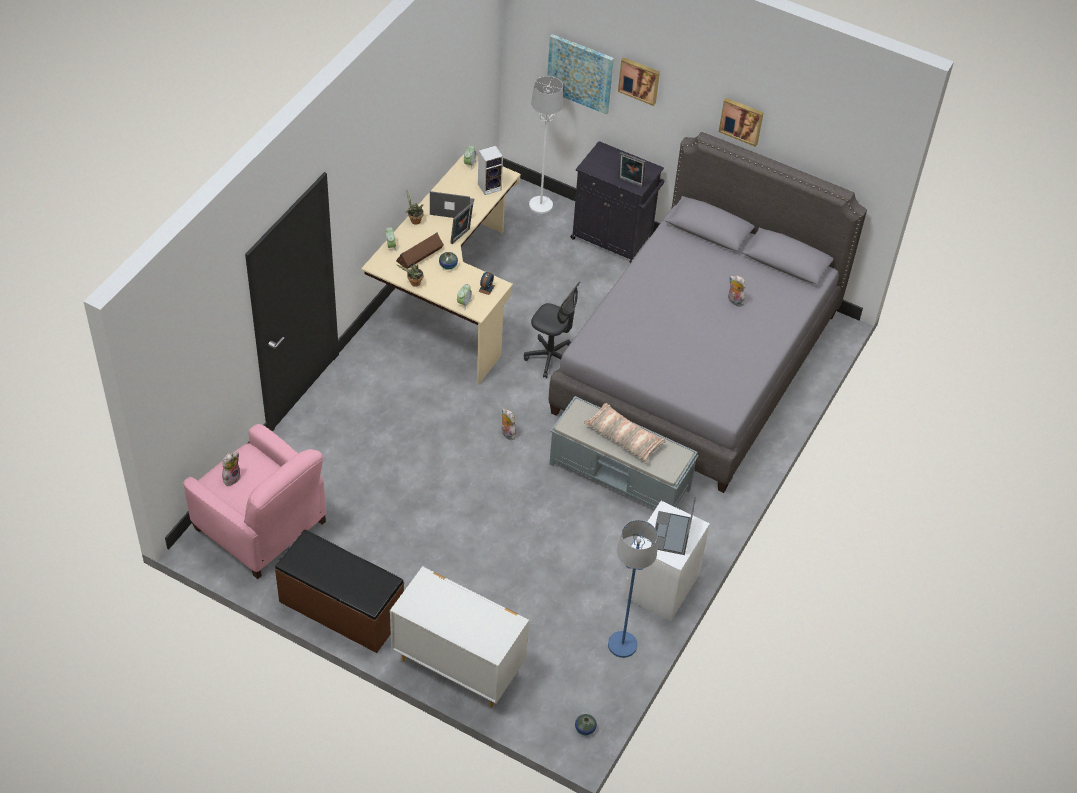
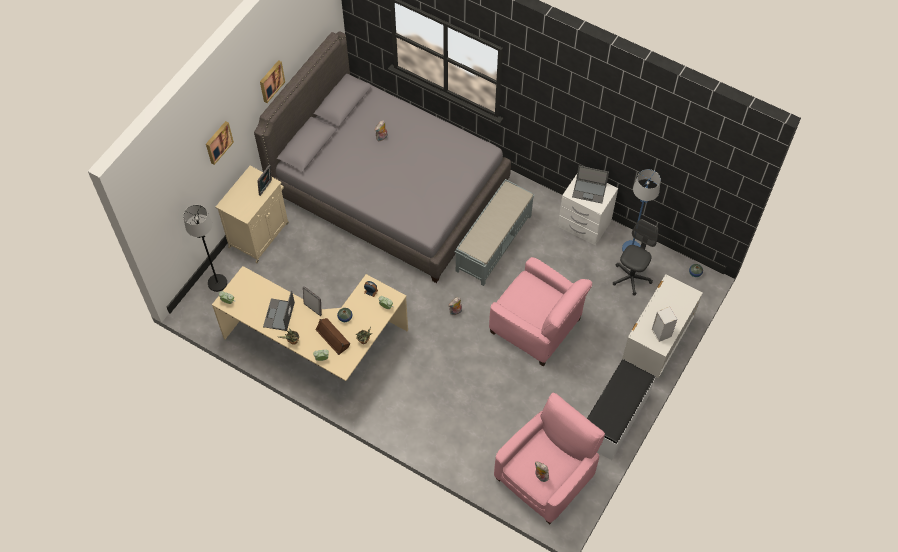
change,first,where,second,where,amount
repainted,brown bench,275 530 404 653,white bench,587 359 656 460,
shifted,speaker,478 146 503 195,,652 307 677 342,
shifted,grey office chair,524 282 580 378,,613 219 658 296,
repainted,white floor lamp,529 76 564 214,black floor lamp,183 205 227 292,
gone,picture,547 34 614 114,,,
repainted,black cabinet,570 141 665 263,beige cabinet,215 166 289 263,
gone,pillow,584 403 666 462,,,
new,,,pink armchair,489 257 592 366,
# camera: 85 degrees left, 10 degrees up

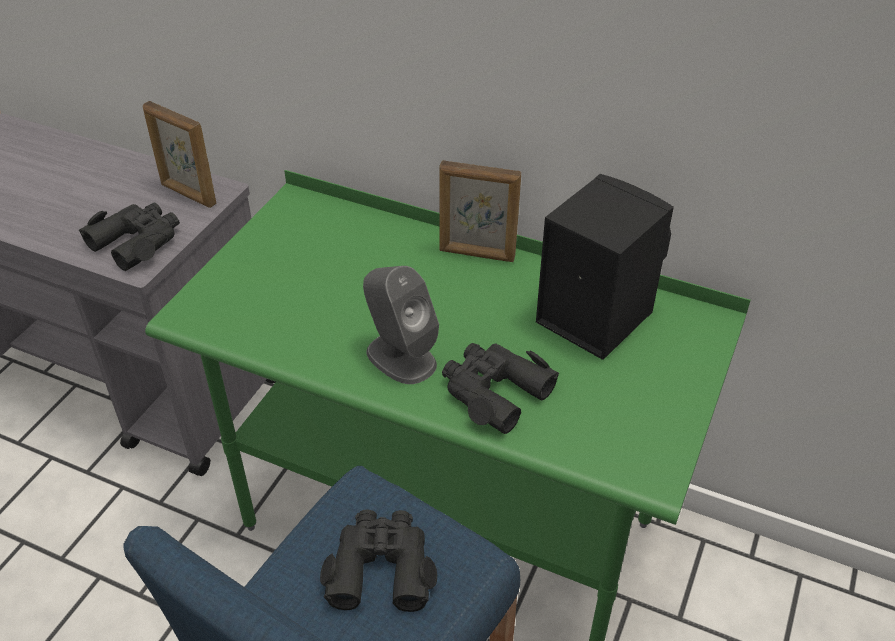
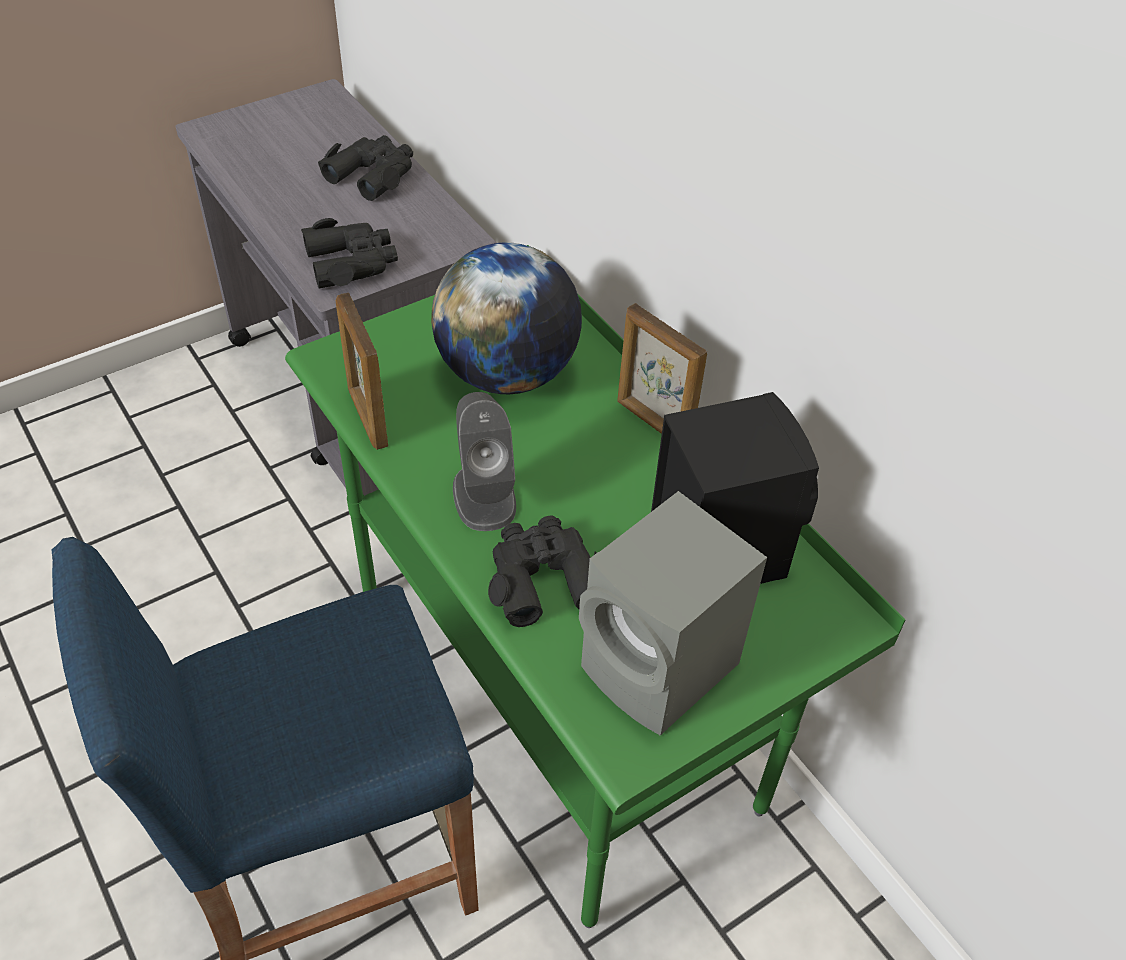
change,first,where,second,where,amount
shifted,picture frame,143 101 216 208,,336 293 388 450,
shifted,black binoculars,320 509 437 612,,318 135 413 201,
new,,,globe,431 242 582 394,
new,,,grey speaker,579 491 767 736,
# camera: 30 degrees right, 5 degrees up

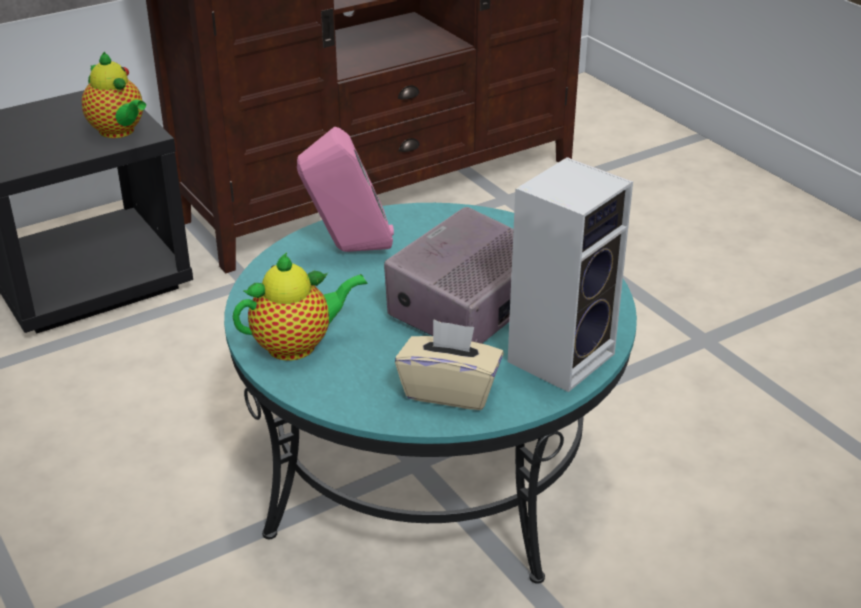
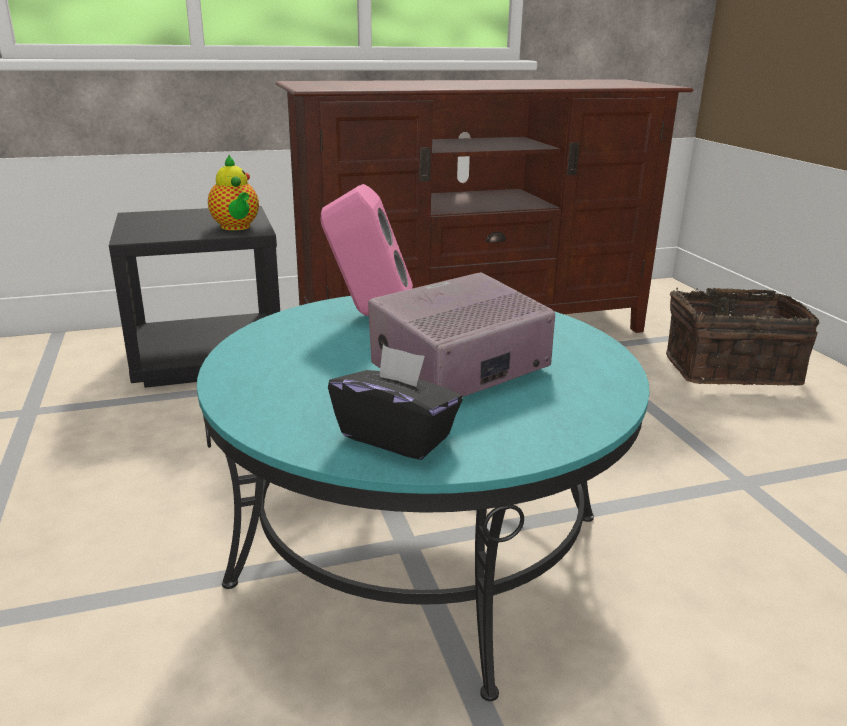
change,first,where,second,where,amount
gone,teapot,233 253 368 361,,,
repainted,beige tissue box,395 319 504 410,black tissue box,328 345 463 460,
gone,speaker,508 157 633 392,,,
new,,,basket,666 288 820 386,
# camera: 15 degrees right, 10 degrees down

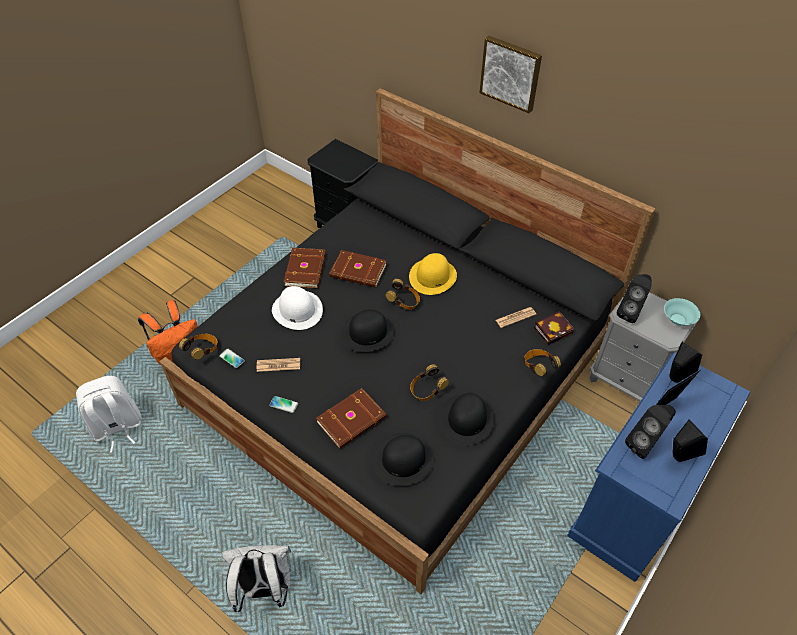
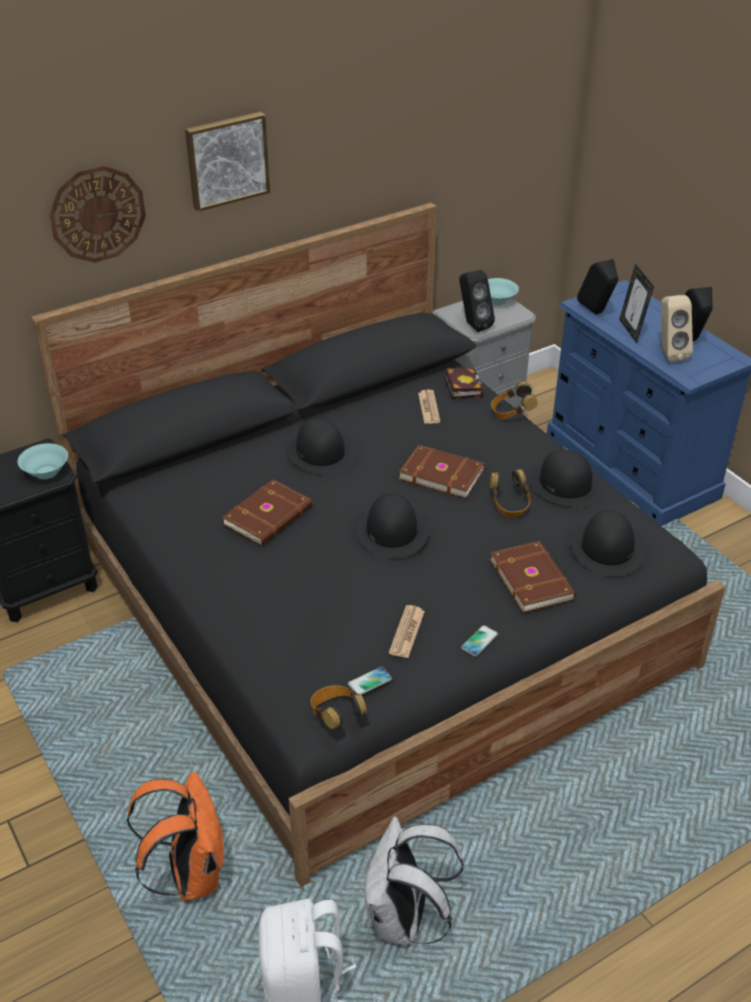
change,first,where,second,where,amount
shifted,white backpack,222 545 291 612,,364 817 464 945,
gone,white hat,272 286 323 330,,,
shifted,brown book,284 248 326 288,,399 445 485 498,
gone,headphones,386 279 420 310,,,
repainted,yellow hat,409 253 457 295,black hat,286 419 356 475,
repainted,black speaker,625 405 676 459,beige speaker,661 295 693 362,
new,,,turquoise bowl,18 443 68 479,
new,,,wall clock,49 166 146 263,
# camera: 70 degrees left, 10 degrees down

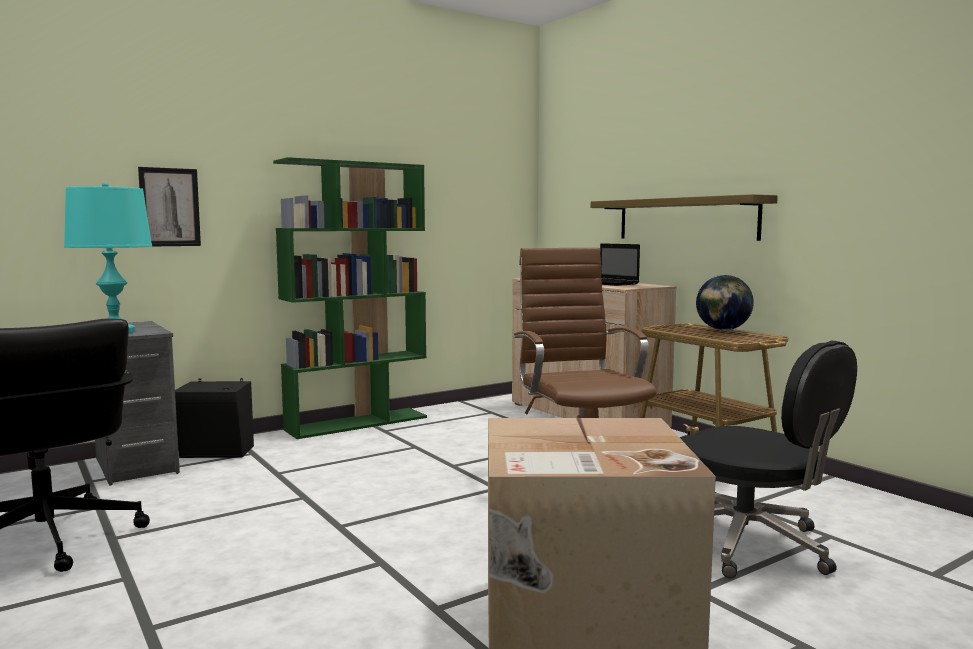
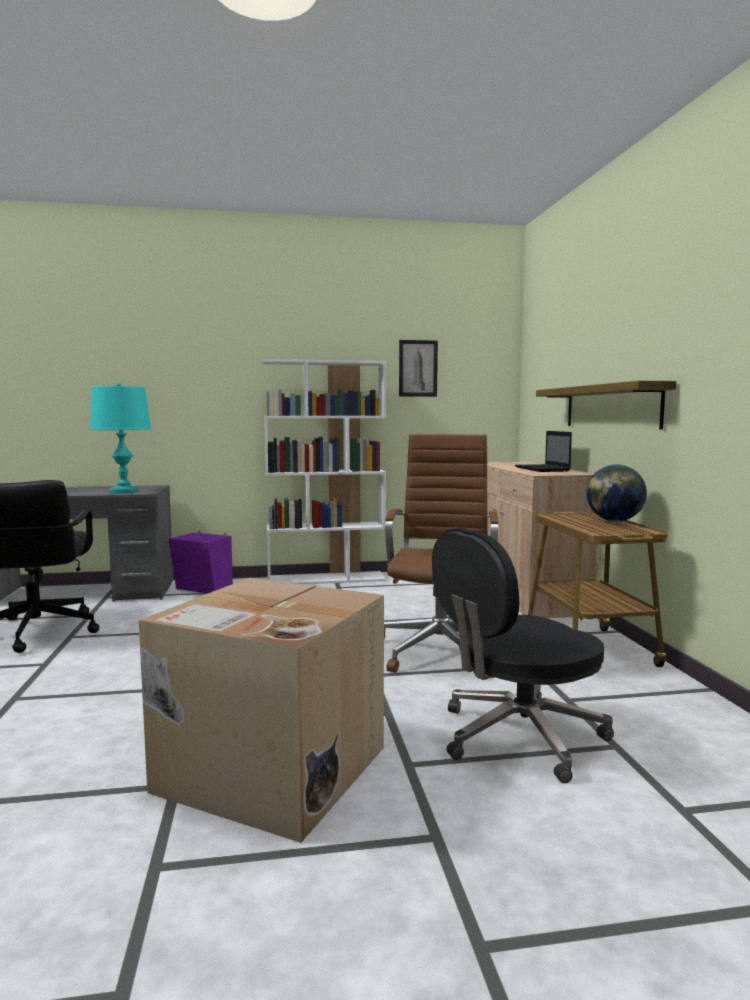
change,first,where,second,where,amount
shifted,picture,138 167 201 246,,399 340 438 397,
repainted,black speaker,175 378 254 458,purple speaker,169 531 233 593,
repainted,green bookcase,273 157 427 439,white bookcase,263 359 386 584,
rotated,black office chair,680 341 857 578,,432 528 614 783,75 degrees clockwise
# camera: 25 degrees right, 0 degrees up

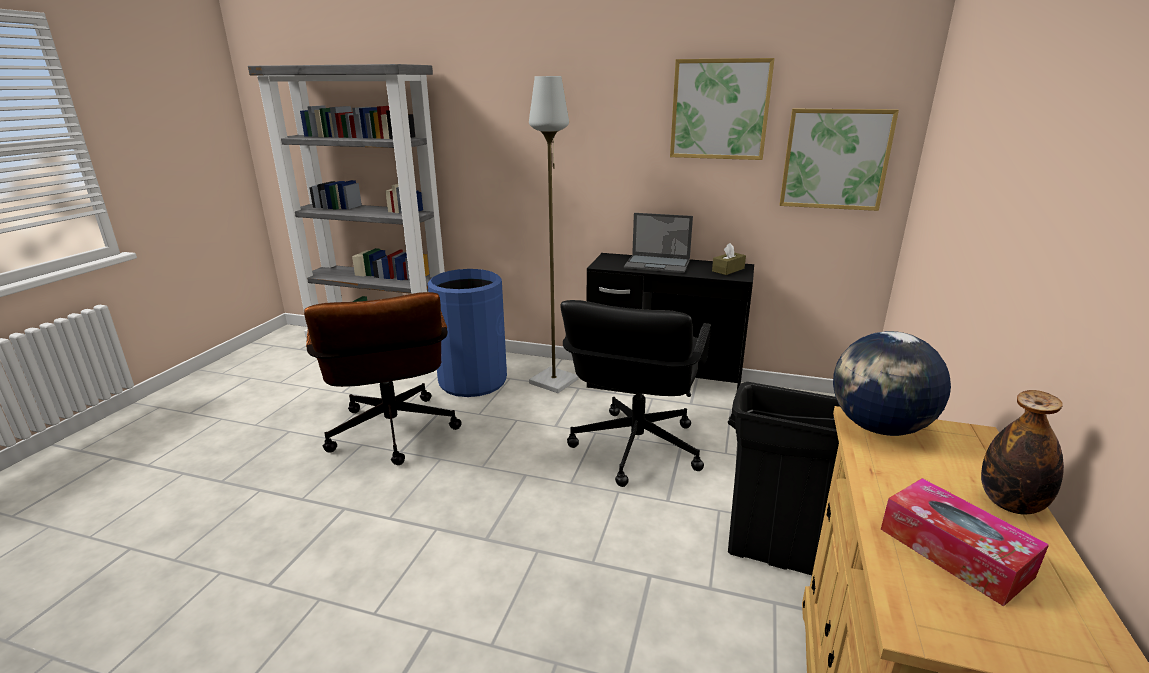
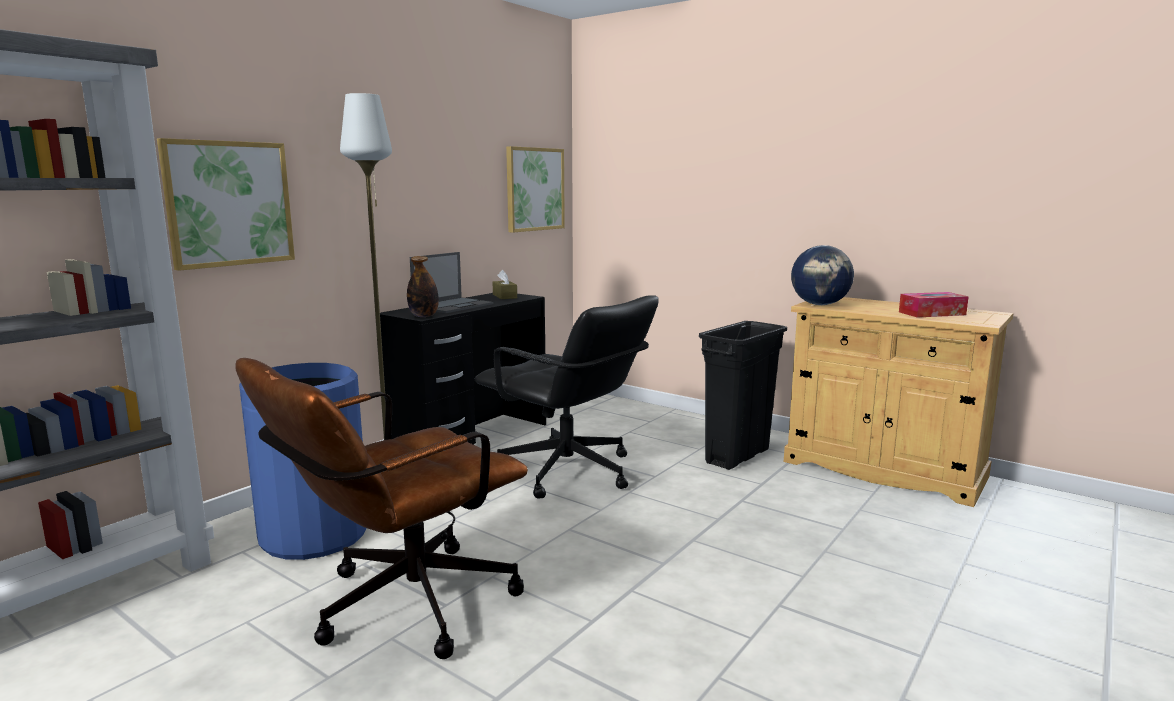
change,first,where,second,where,amount
rotated,brown office chair,304 292 462 465,,235 358 528 659,135 degrees clockwise
shifted,picture,670 58 775 160,,157 138 295 271,
shifted,bottle,981 390 1064 514,,407 256 439 317,
# camera: 70 degrees left, 10 degrees down

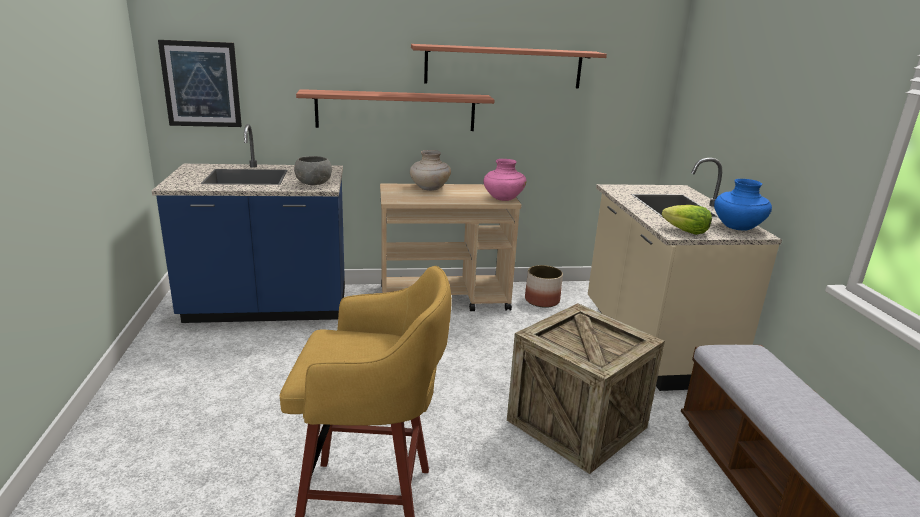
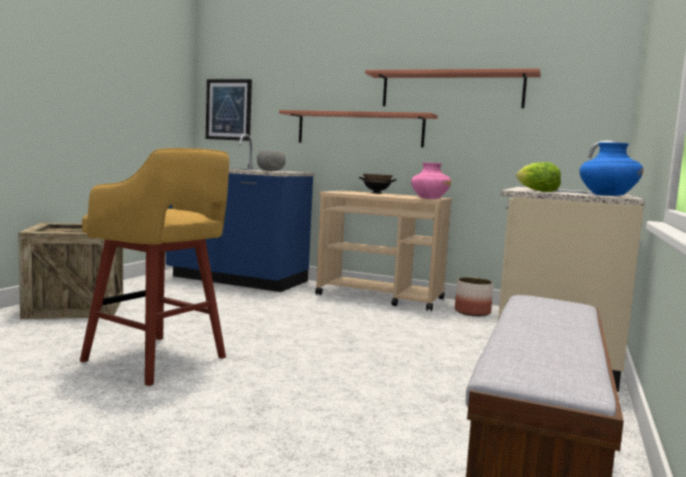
change,first,where,second,where,amount
swapped,beige vase,410 150 451 191,black bowl,359 174 397 194,
shifted,crate,507 303 665 474,,18 223 123 319,
# camera: 30 degrees right, 15 degrees down

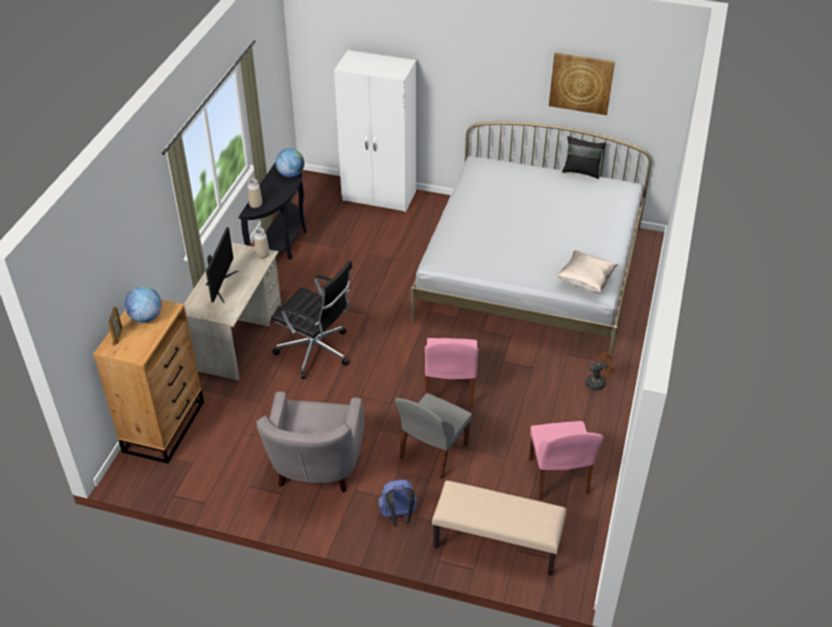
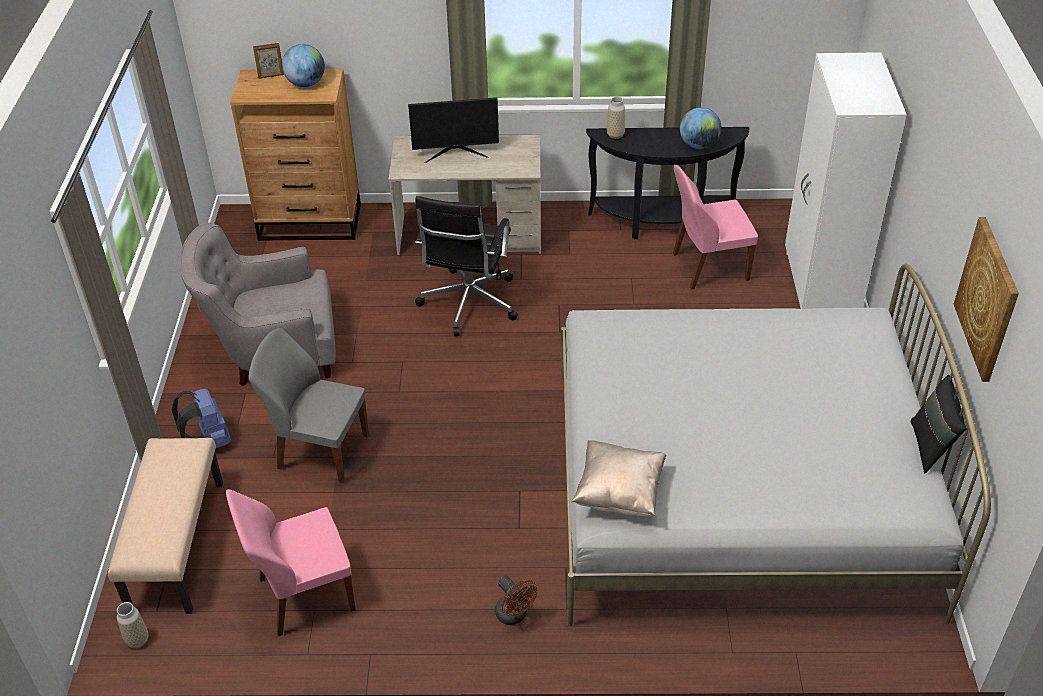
change,first,where,second,where,amount
shifted,vase,254 228 269 259,,117 602 148 648,
shifted,pink chair,425 338 479 407,,673 165 758 290,
# camera: 75 degrees right, 0 degrees up

